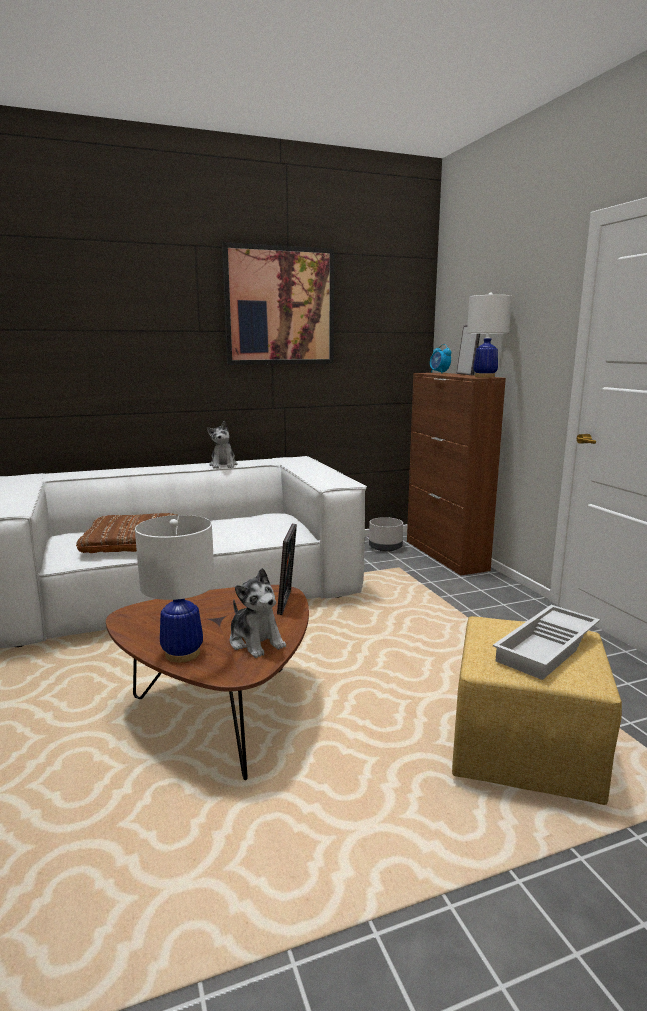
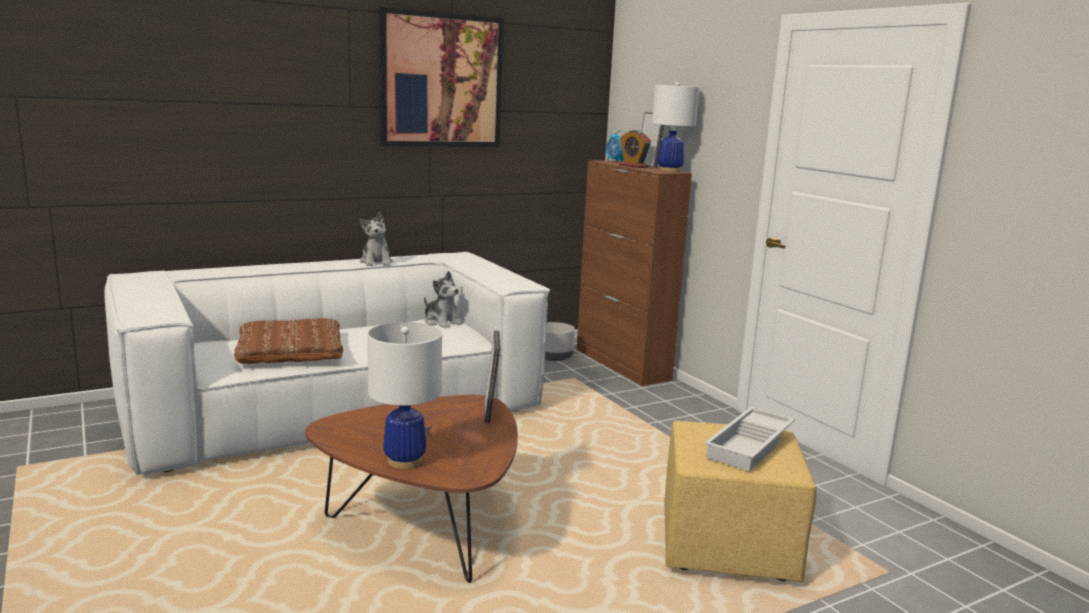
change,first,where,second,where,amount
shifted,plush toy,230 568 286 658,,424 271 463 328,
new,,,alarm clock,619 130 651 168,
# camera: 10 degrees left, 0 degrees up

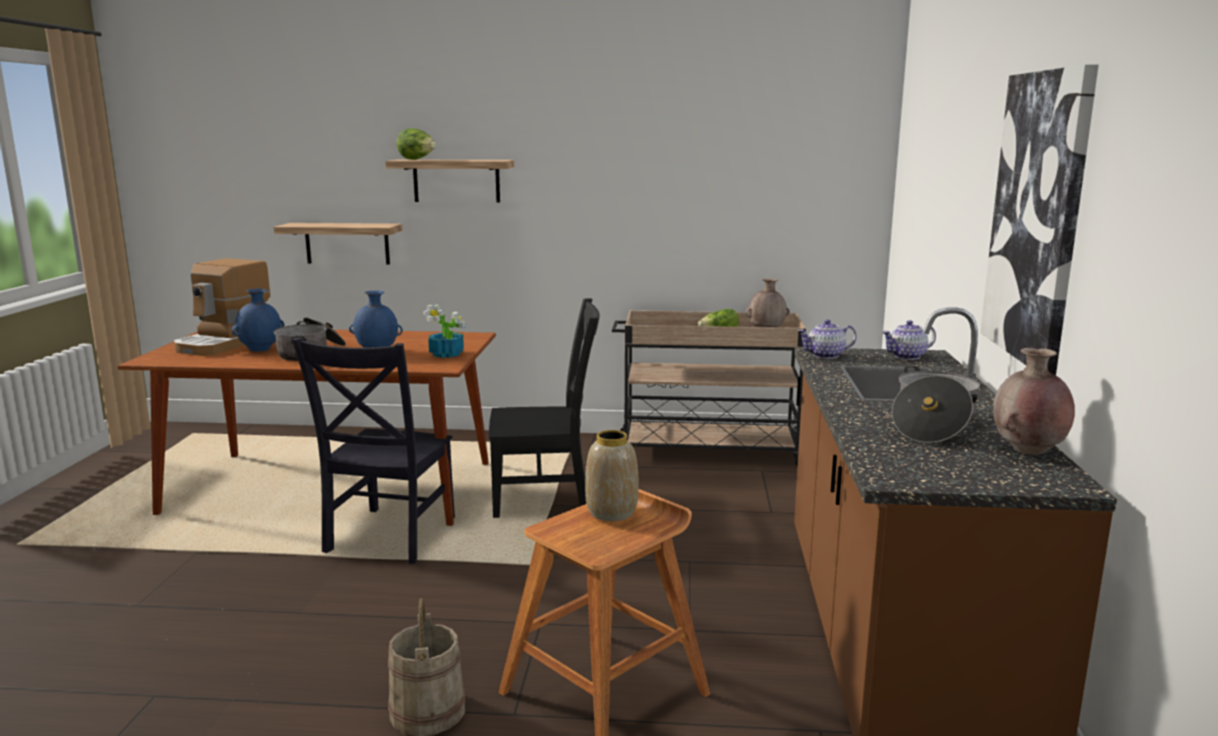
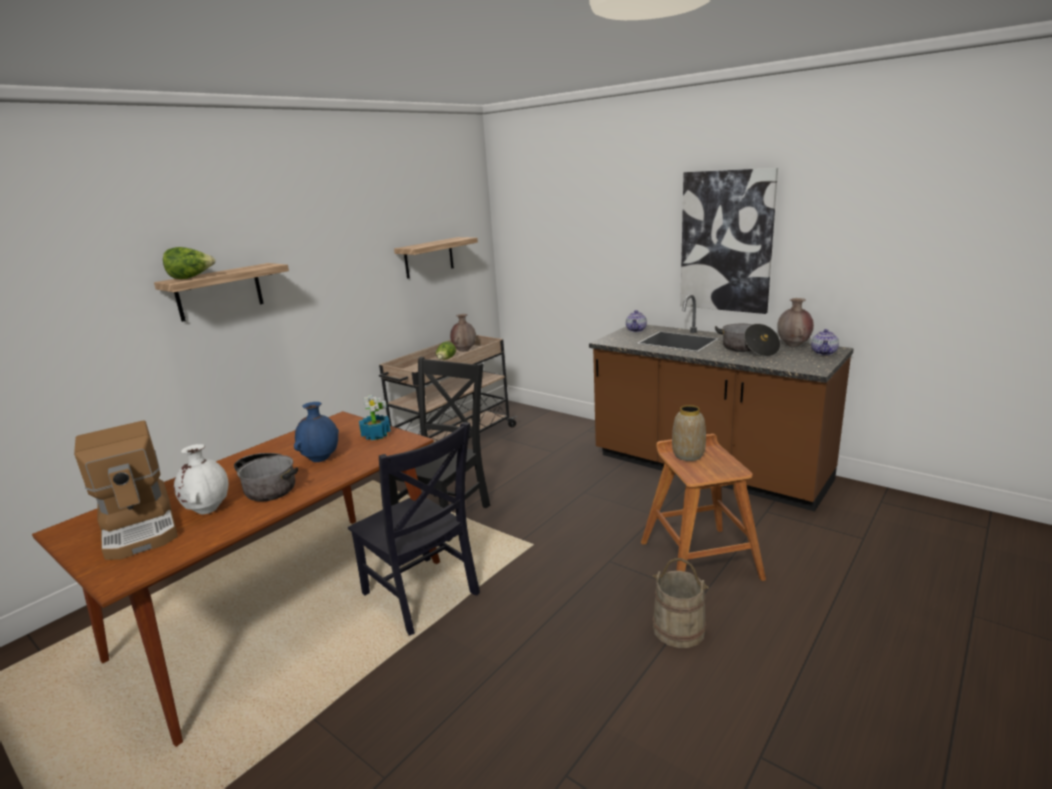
change,first,where,second,where,amount
repainted,blue vase,231 289 284 352,white vase,174 444 228 514,
shifted,shelf,274 223 403 264,,394 237 478 279,
shifted,teapot,797 320 857 359,,811 329 839 355,
# camera: 55 degrees left, 5 degrees up

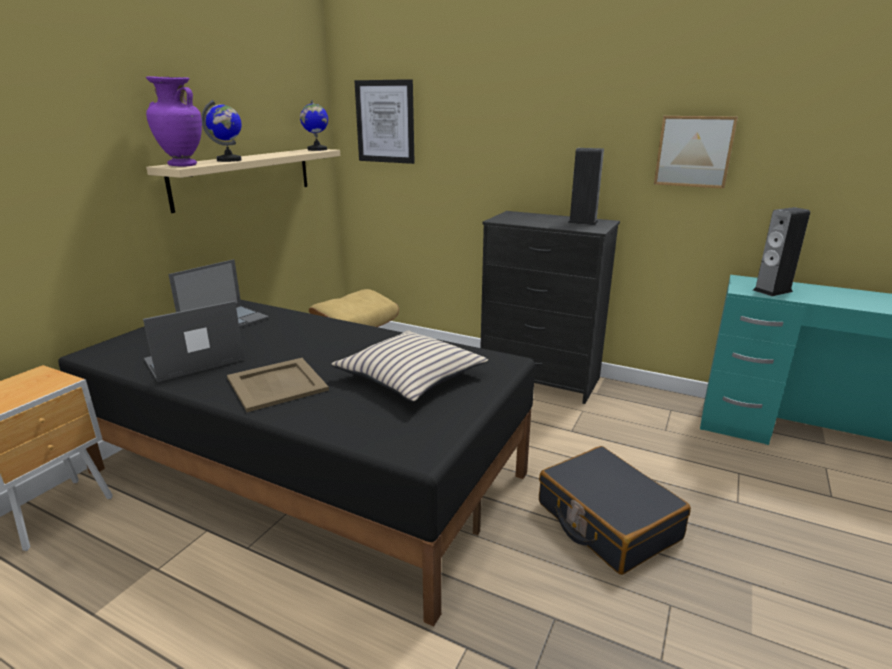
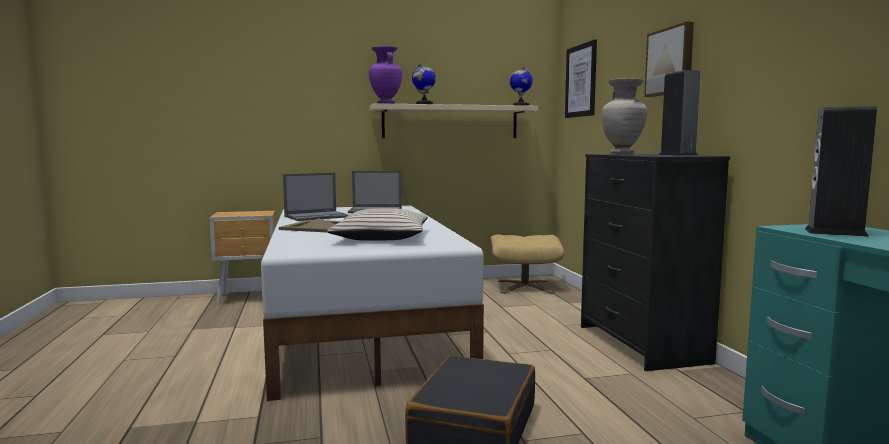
change,first,where,second,where,amount
repainted,black bed,58 300 535 627,white bed,261 205 484 401,
rotated,laptop,143 301 244 382,,283 173 348 221,135 degrees clockwise
shifted,picture,654 116 738 189,,644 22 694 97,
new,,,beige vase,601 78 647 154,
# camera: 50 degrees right, 15 degrees down

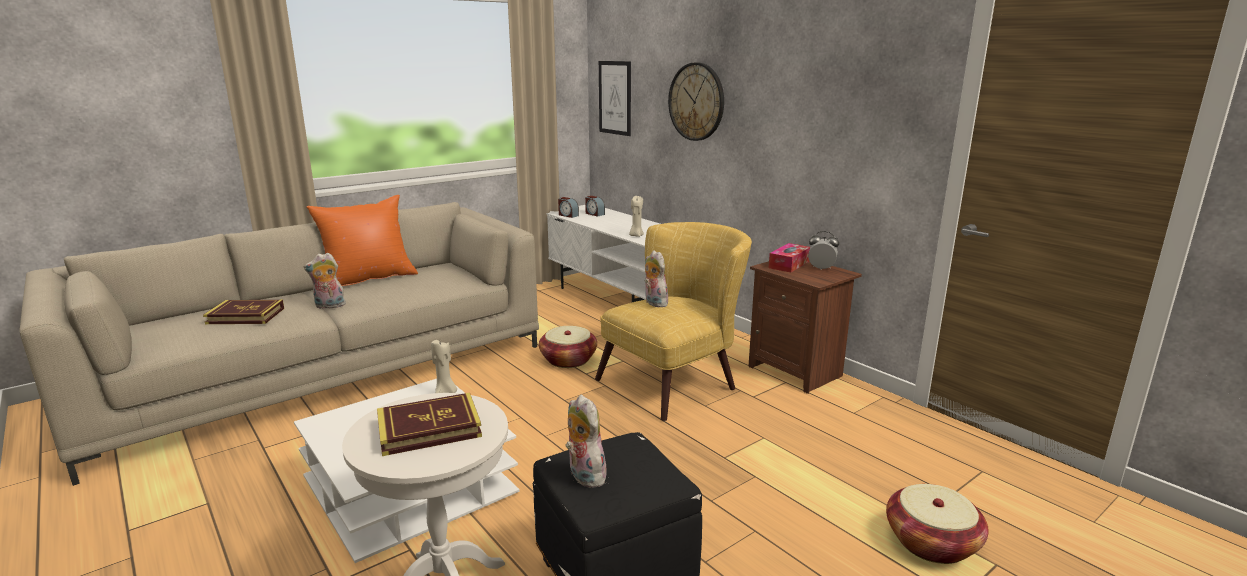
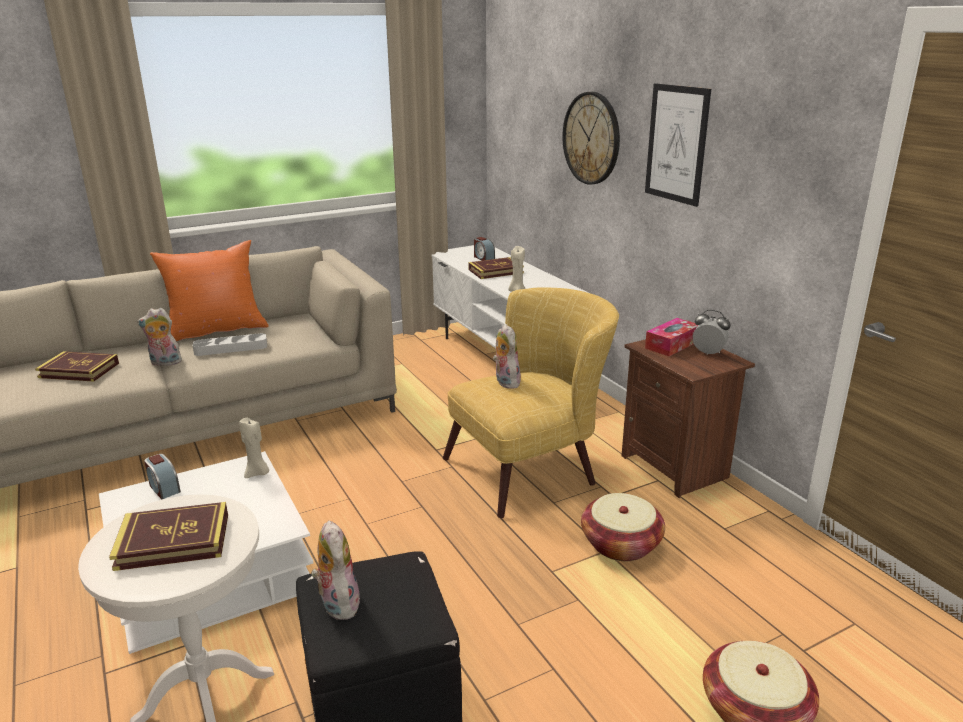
change,first,where,second,where,amount
shifted,basket,539 326 597 368,,581 493 665 561,
shifted,alarm clock,558 197 579 218,,144 454 181 499,
shifted,picture,599 61 631 136,,645 84 711 207,
new,,,grey tray,193 333 267 356,
new,,,book,468 257 524 279,
# camera: 10 degrees right, 5 degrees up

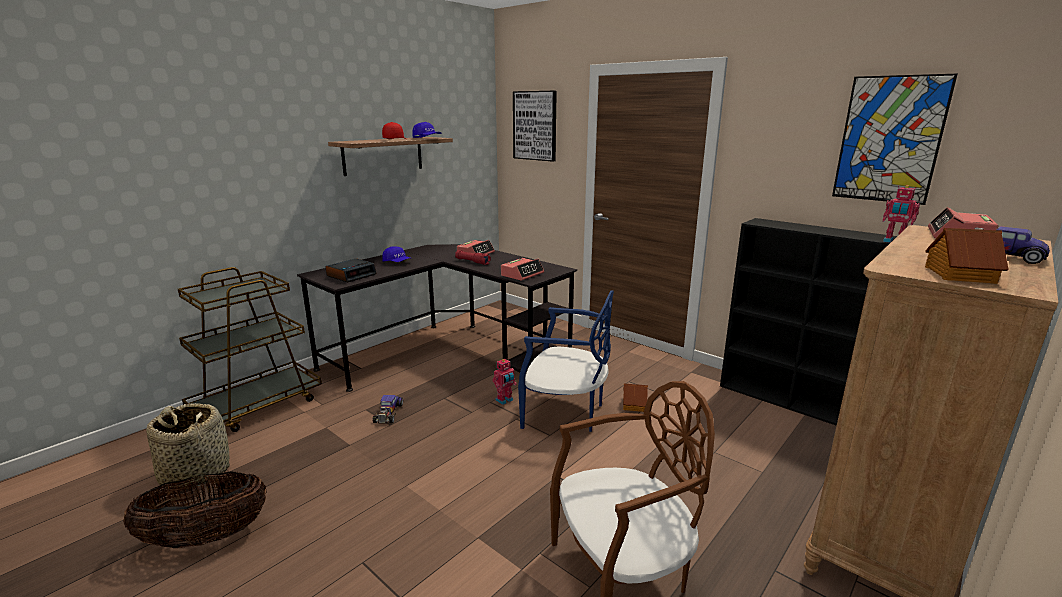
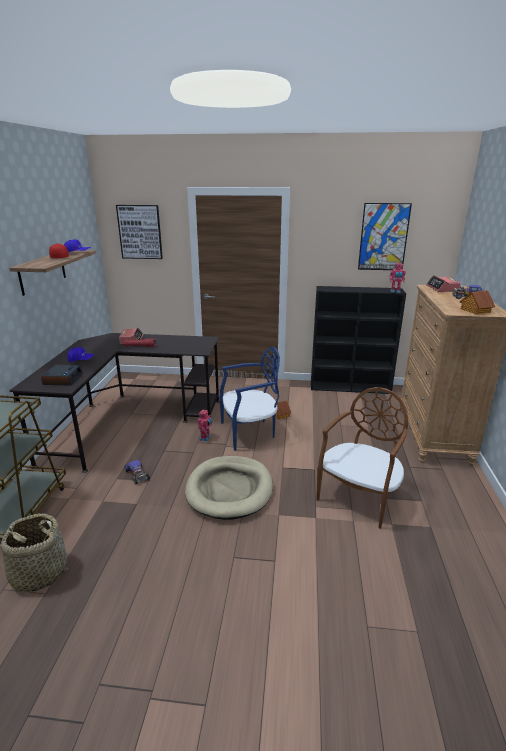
change,first,where,second,where,amount
gone,basket,123 471 267 548,,,
gone,alarm clock,501 258 544 281,,,
new,,,beige dog bed,185 456 273 520,
# camera: 35 degrees left, 5 degrees up

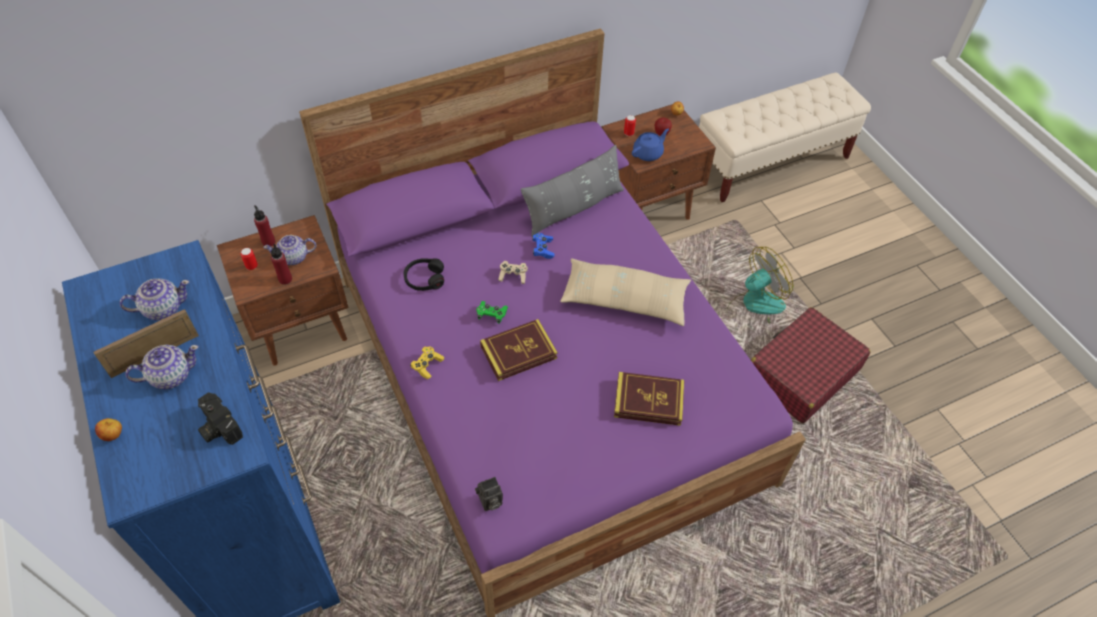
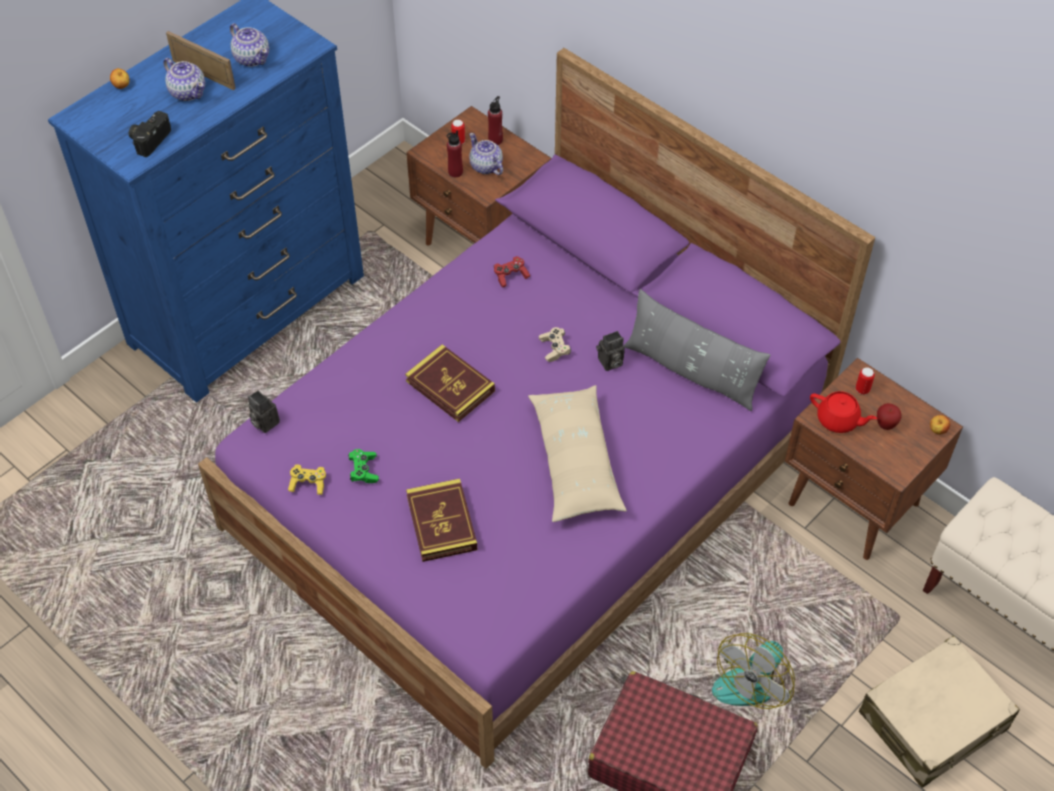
change,first,where,second,where,amount
swapped,black headphones,404 258 444 291,red game controller,494 256 530 288,
shifted,yellow game controller,410 346 444 379,,288 464 326 495,
shifted,green game controller,477 301 508 324,,348 449 379 483,
swapped,blue game controller,532 233 555 259,photo camera,596 331 625 371,
repainted,blue teapot,632 129 669 161,red teapot,810 391 877 433,
rotated,fan,727 247 793 324,,712 633 795 709,90 degrees clockwise
new,,,beige suitcase,859 635 1020 788,
# camera: 70 degrees right, 0 degrees up

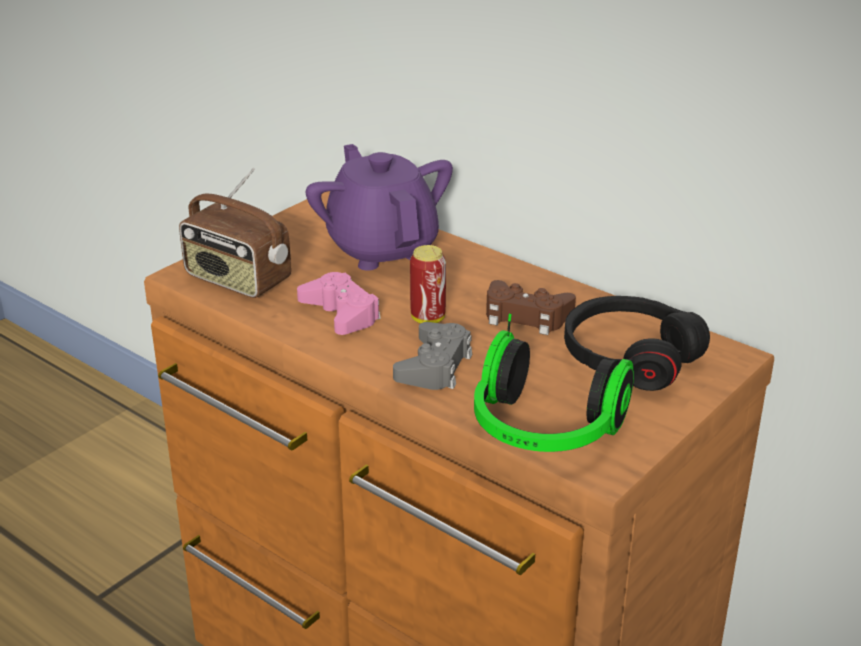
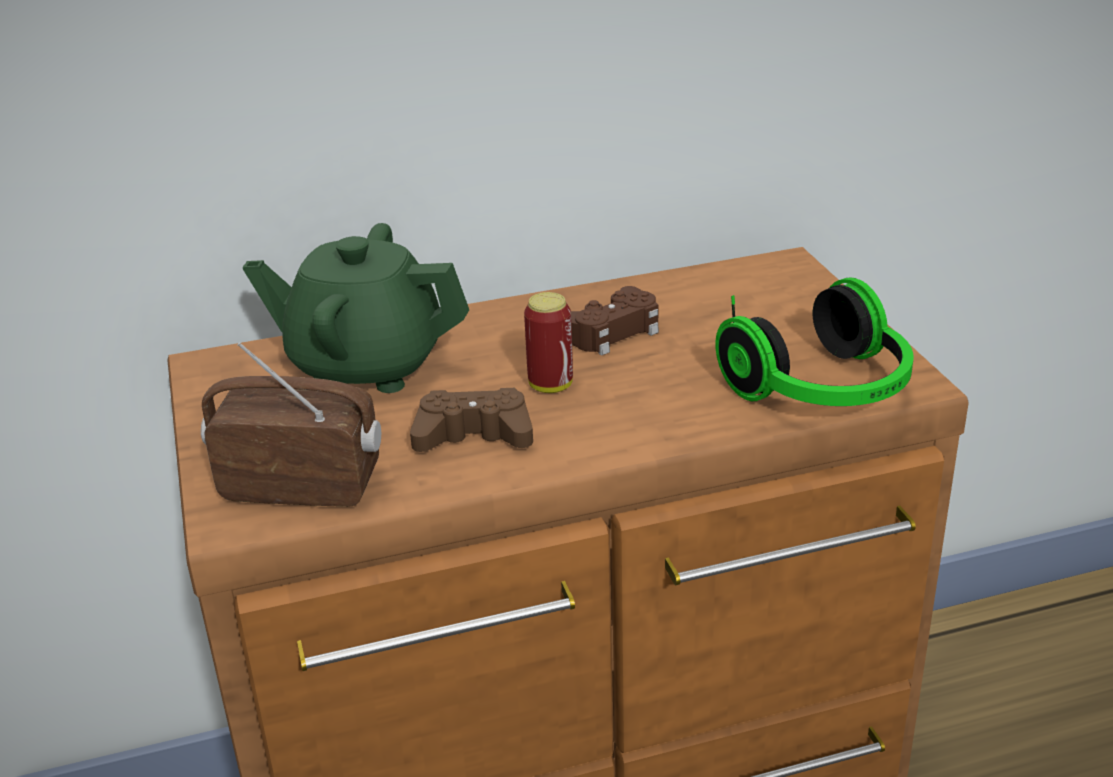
change,first,where,second,where,amount
rotated,radio,179 168 291 298,,201 342 381 507,150 degrees counterclockwise
repainted,pink game controller,297 272 381 335,brown game controller,410 388 533 452,
repainted,purple teapot,306 144 453 271,green teapot,243 223 469 393,
gone,grey game controller,393 322 472 390,,,
gone,black headphones,564 296 710 391,,,
# camera: 55 degrees left, 0 degrees up

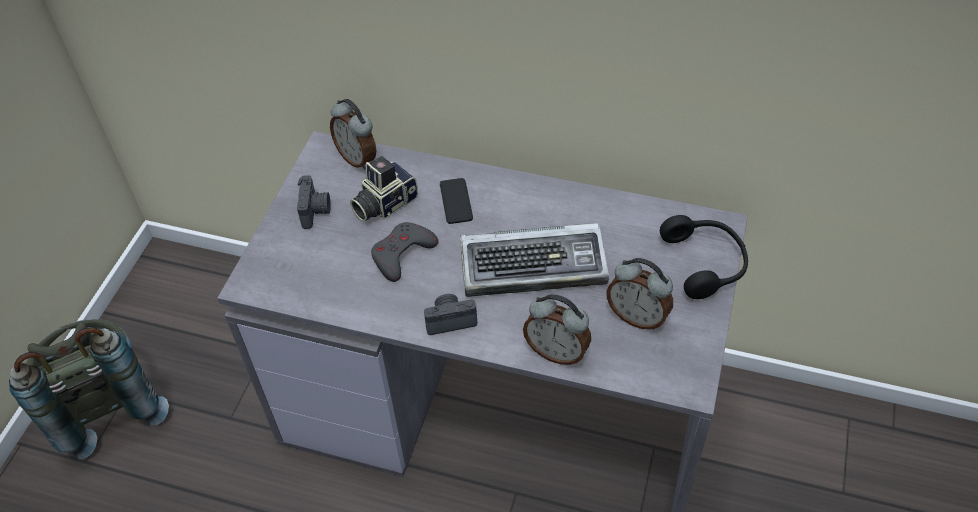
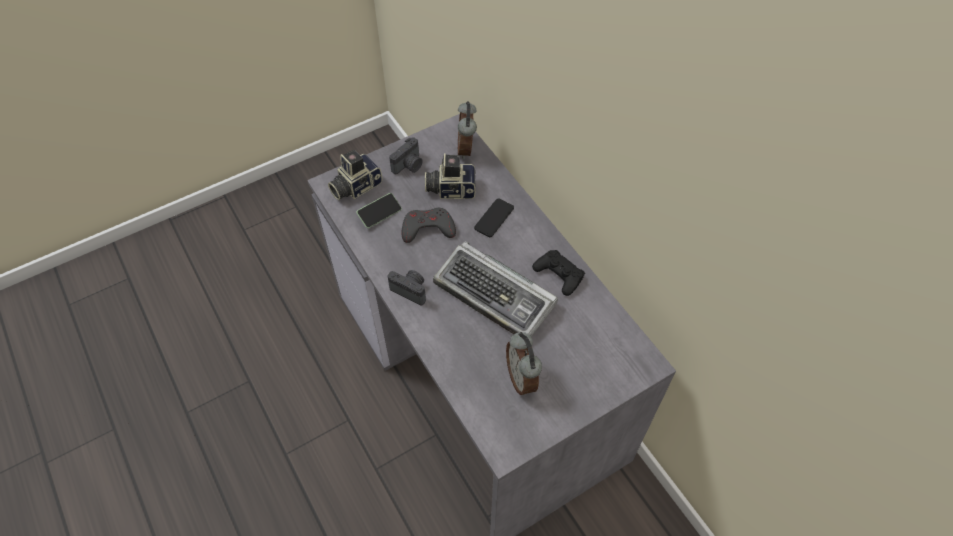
change,first,where,second,where,amount
gone,grey backpack,9 319 169 459,,,
gone,alarm clock,523 294 591 365,,,
gone,black headphones,660 215 748 299,,,
new,,,photo camera,328 150 382 200,
new,,,phone,356 193 402 228,
new,,,black game controller,532 250 585 296,
# camera: 40 degrees right, 5 degrees up

